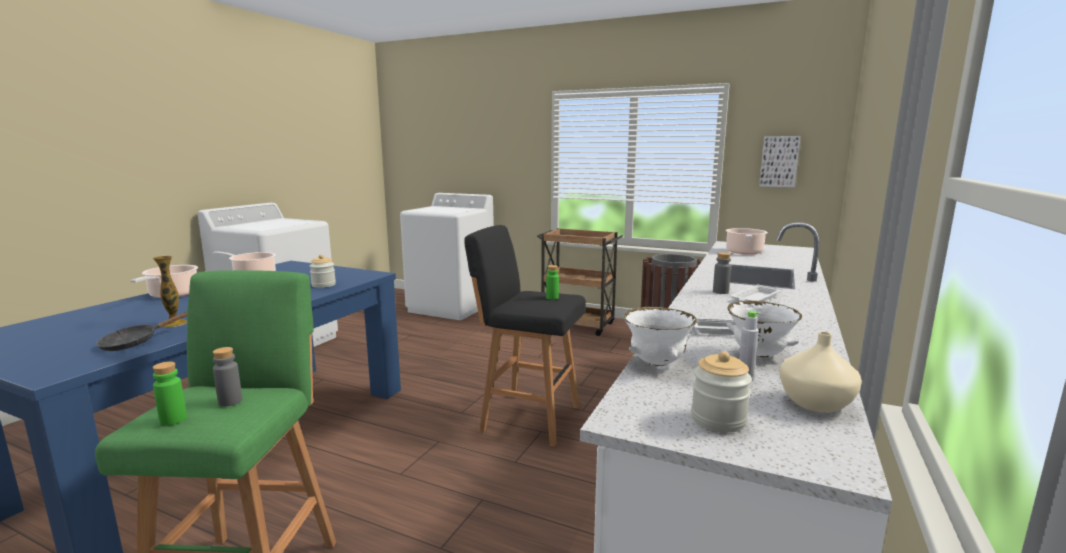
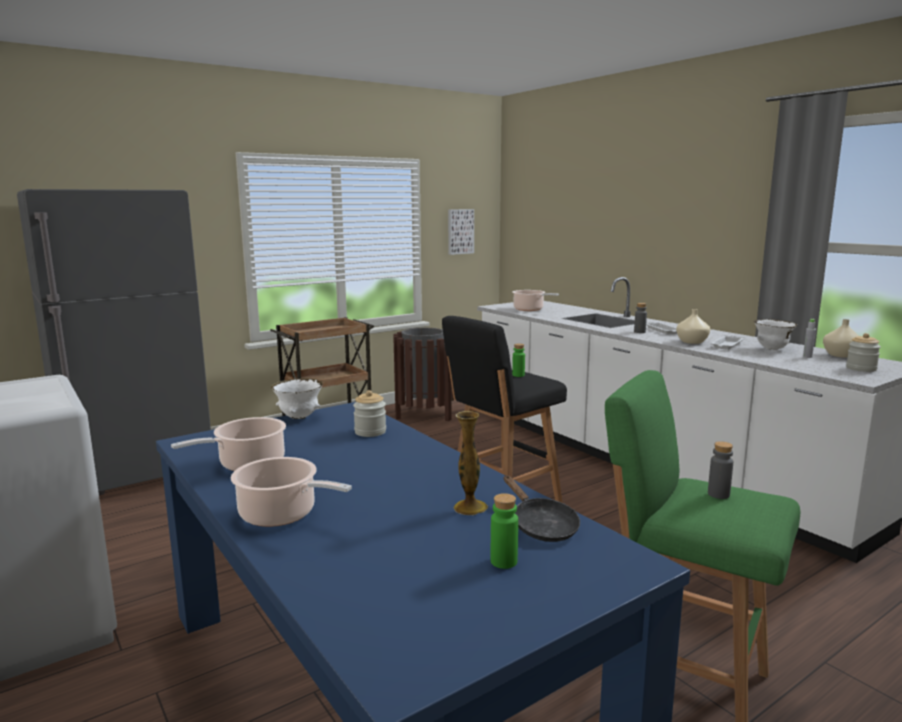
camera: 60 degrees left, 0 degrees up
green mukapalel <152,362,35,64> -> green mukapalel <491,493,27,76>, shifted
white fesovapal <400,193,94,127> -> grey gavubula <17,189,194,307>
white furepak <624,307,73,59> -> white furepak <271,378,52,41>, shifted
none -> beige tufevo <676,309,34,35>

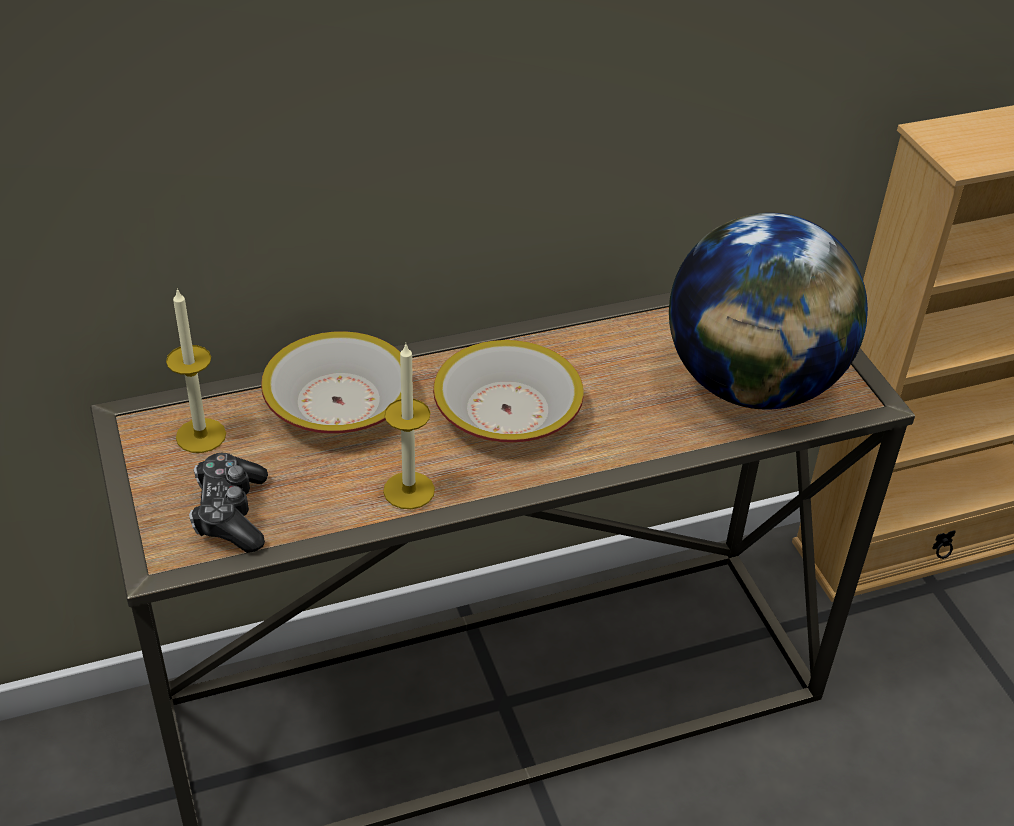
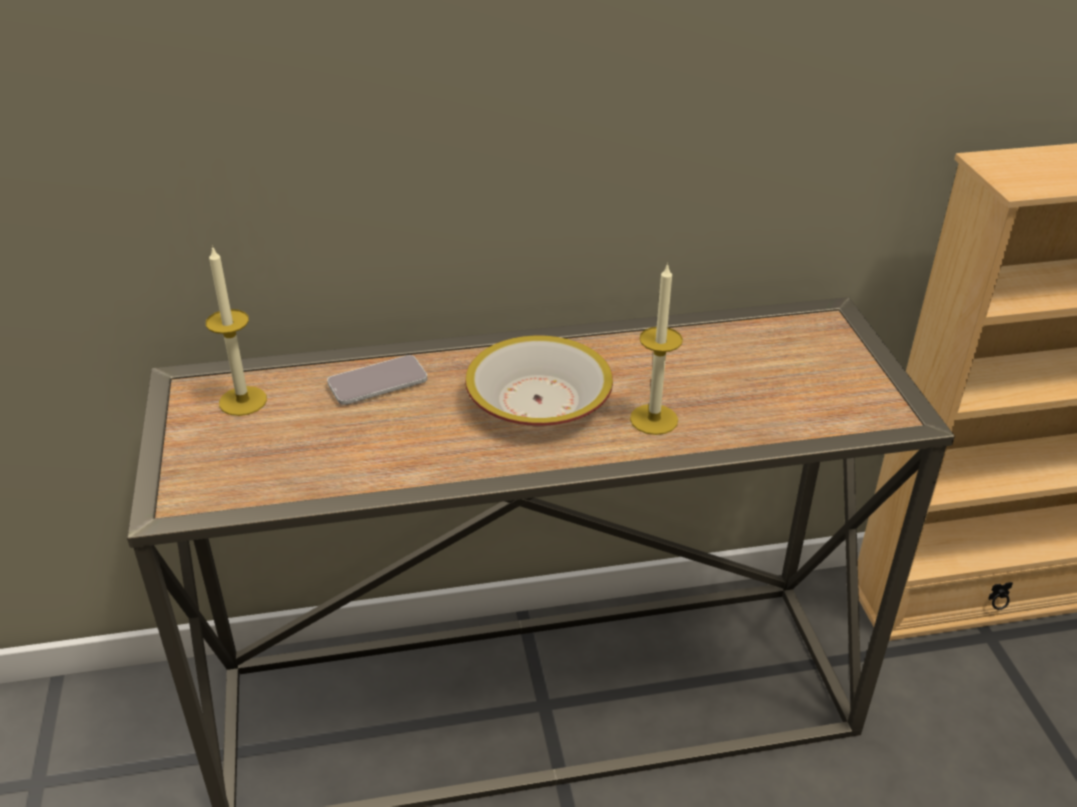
camera: 10 degrees right, 5 degrees down
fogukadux <189,453,79,100> -> none
furepak <261,331,152,103> -> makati <327,355,100,50>
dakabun <383,342,52,167> -> dakabun <630,263,53,172>, shifted
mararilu <669,213,199,196> -> none

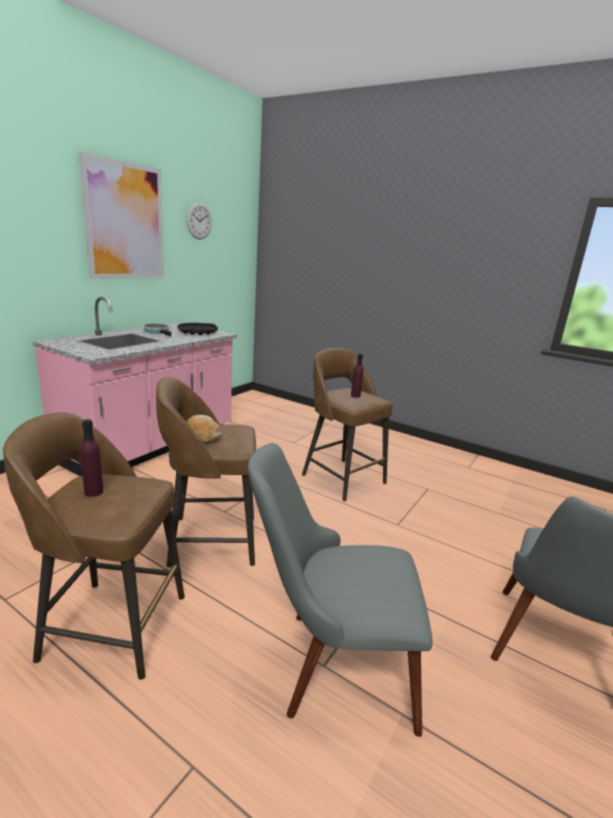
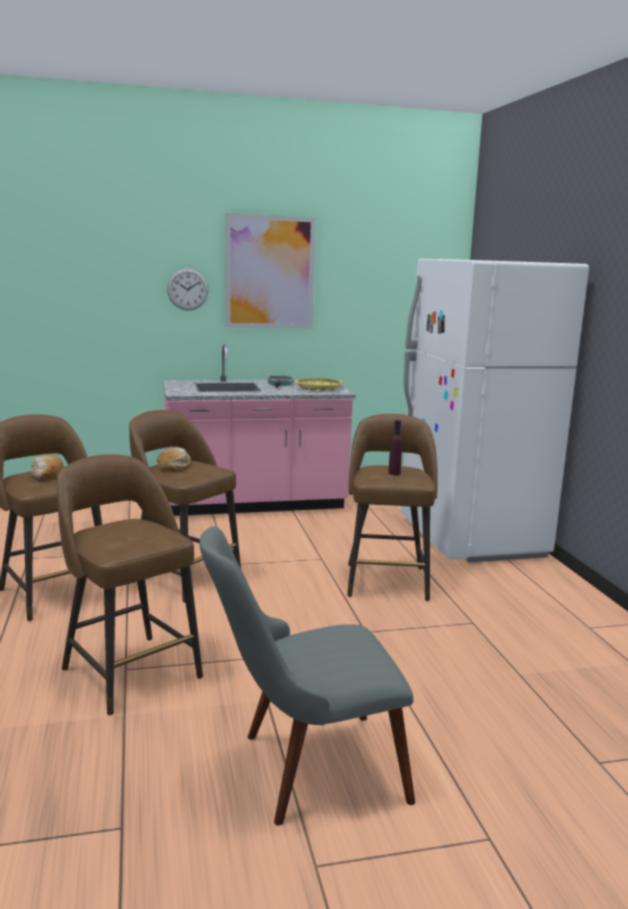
camera: 45 degrees right, 5 degrees down
purple mukapalel <80,419,23,78> -> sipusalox <29,454,34,25>
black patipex <177,323,41,12> -> yellow patipex <294,378,50,13>
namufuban <186,203,26,37> -> namufuban <167,268,42,43>, shifted
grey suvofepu <248,443,184,294> -> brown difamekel <57,454,146,261>
none -> white gavubula <401,259,188,303>

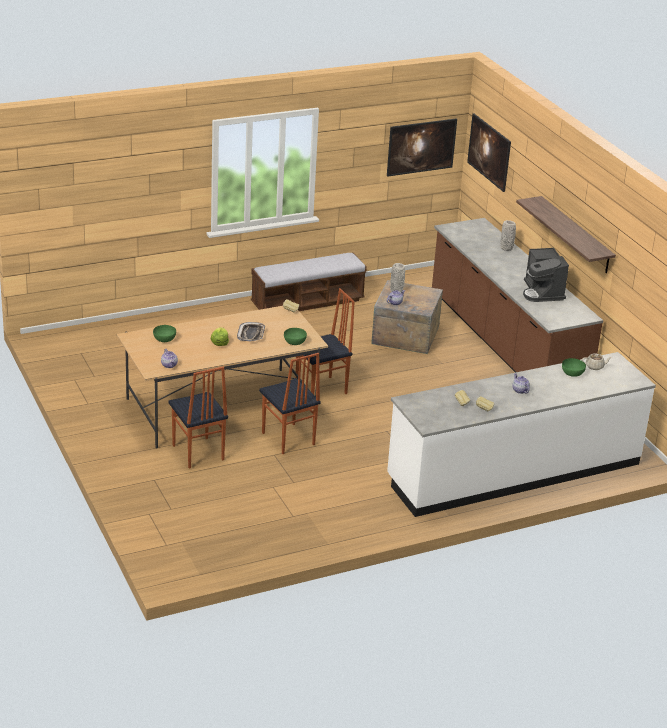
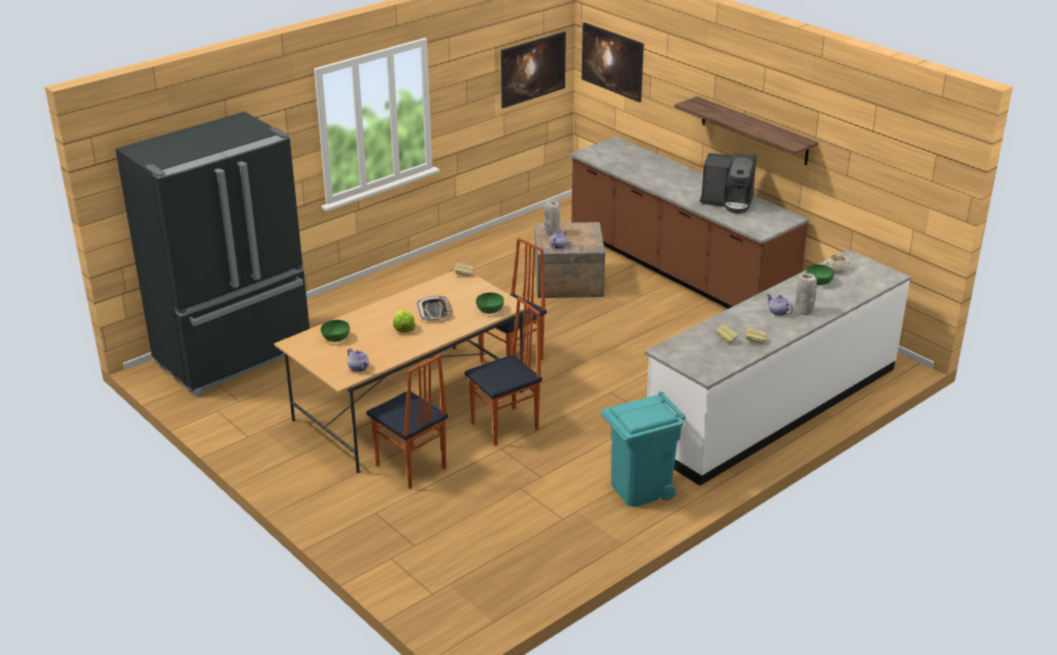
camera: 15 degrees left, 0 degrees up
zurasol <251,252,116,59> -> none
suvofepu <259,353,62,101> -> suvofepu <465,297,77,149>, 75 degrees counterclockwise
grey tufevo <500,220,16,31> -> grey tufevo <795,273,22,42>, shifted
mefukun <523,248,46,54> -> mefukun <700,153,57,61>, 45 degrees counterclockwise
none -> black gavubula <115,111,195,286>
none -> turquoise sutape <601,391,85,116>

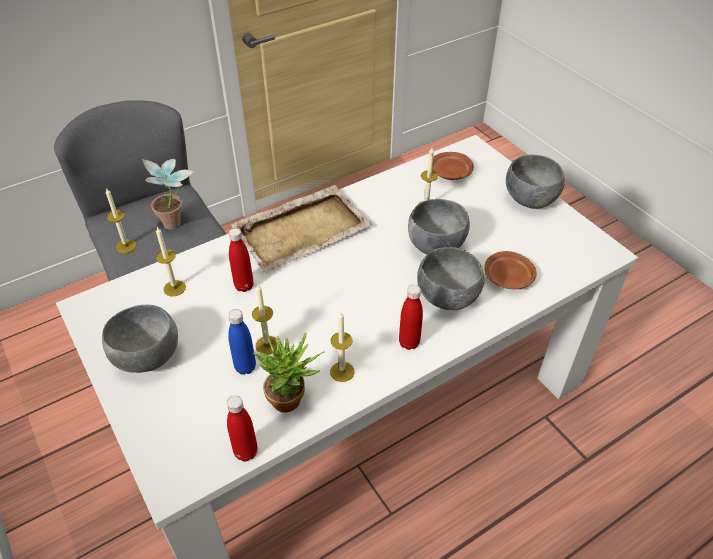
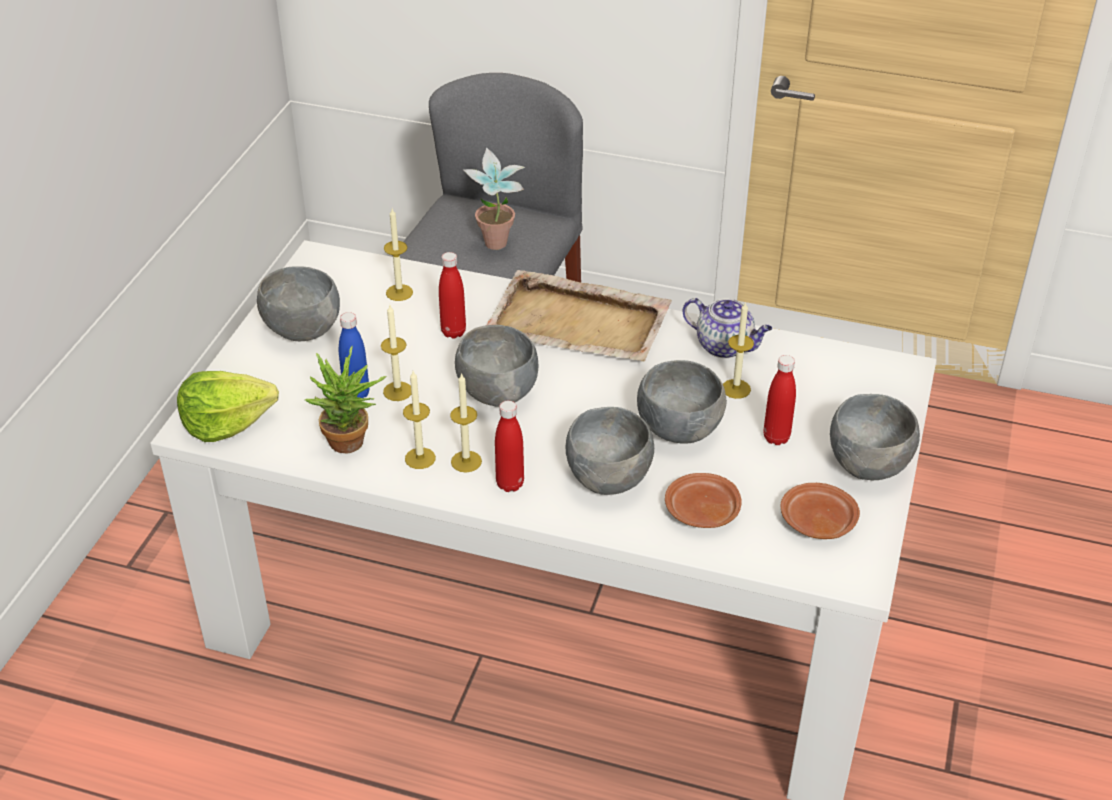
camera: 50 degrees right, 5 degrees down
dakabun <106,189,30,64> -> dakabun <450,373,32,100>, shifted
red mukapalel <227,396,31,66> -> red mukapalel <763,355,33,90>, shifted
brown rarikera <432,152,42,28> -> brown rarikera <781,483,79,56>, shifted
none -> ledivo <177,371,102,71>
none -> grey furepak <455,325,84,81>
none -> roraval <683,298,89,60>

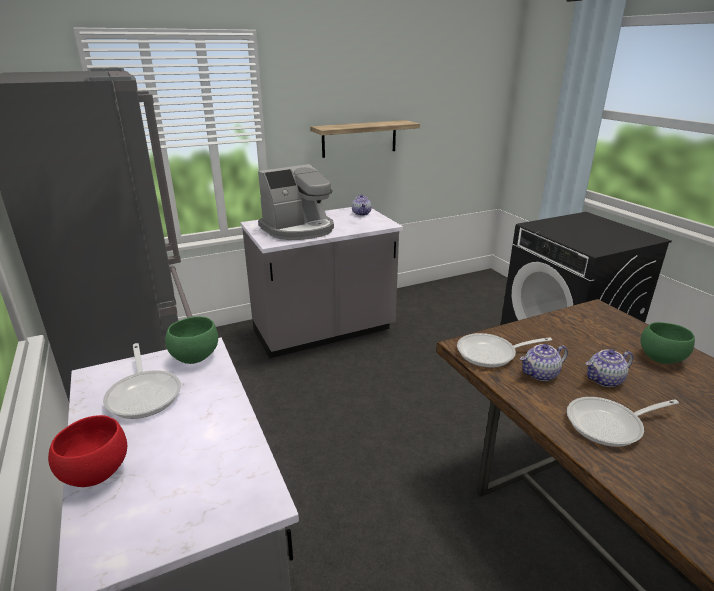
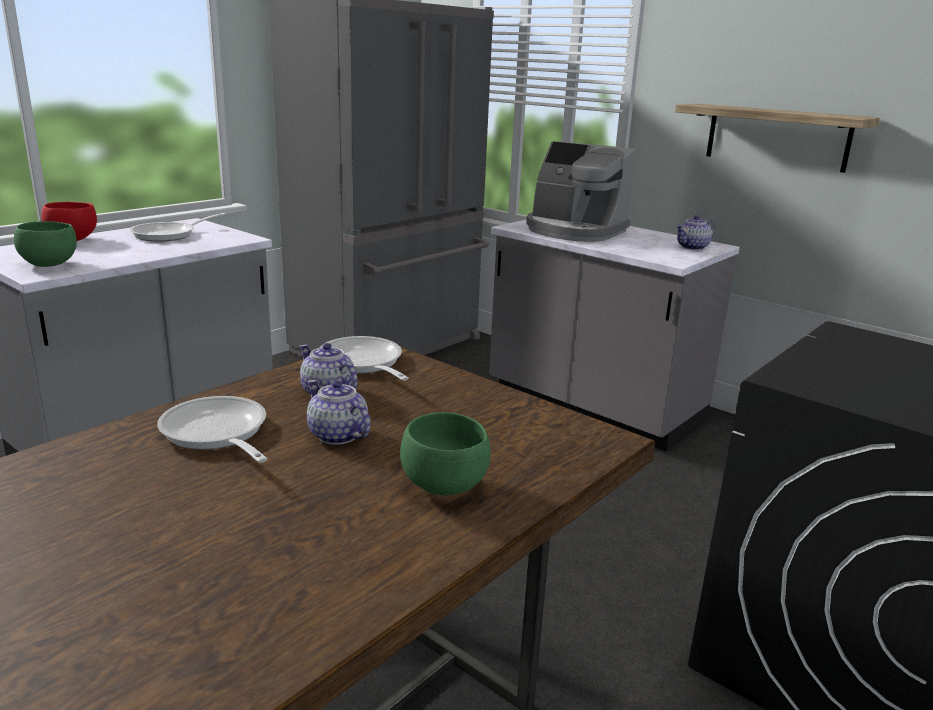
camera: 65 degrees right, 5 degrees down
green furepak <165,316,53,48> -> green furepak <14,221,63,46>, shifted

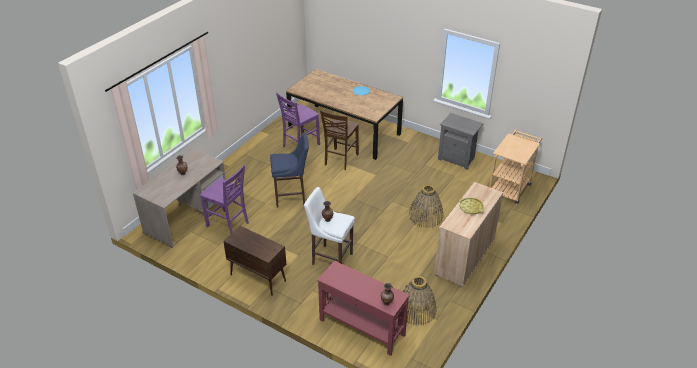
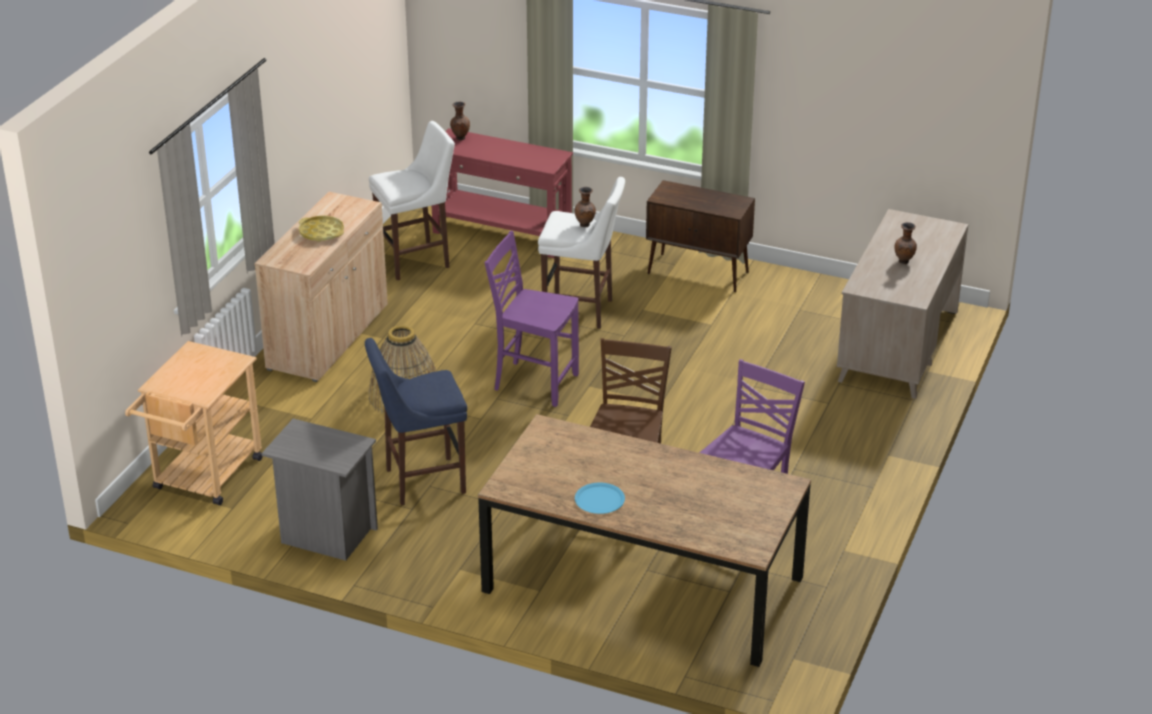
camera: 170 degrees right, 5 degrees down
purple suvofepu <200,165,49,69> -> purple suvofepu <485,231,94,176>, shifted
blue difamekel <270,133,39,74> -> blue difamekel <365,338,102,168>, shifted
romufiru <402,276,34,50> -> white difamekel <369,121,86,159>

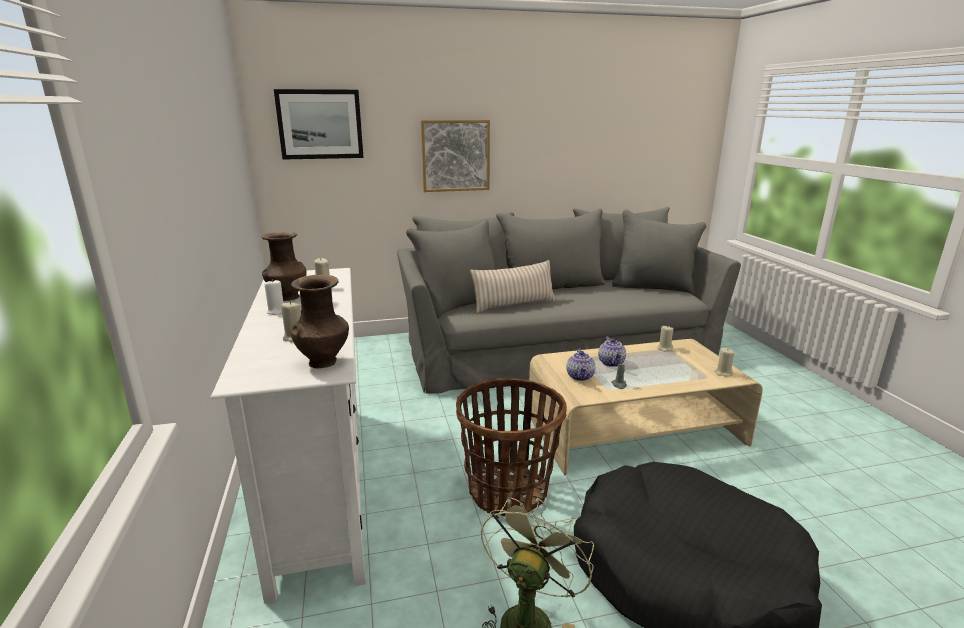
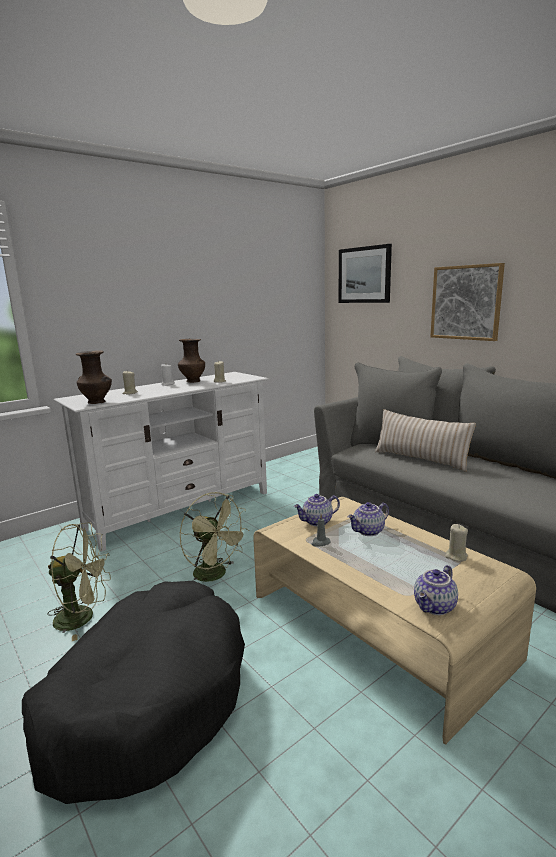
camera: 65 degrees right, 5 degrees down
romufiru <456,378,111,138> -> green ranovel <180,492,69,92>
beige dakabun <715,348,20,29> -> roraval <414,565,44,50>

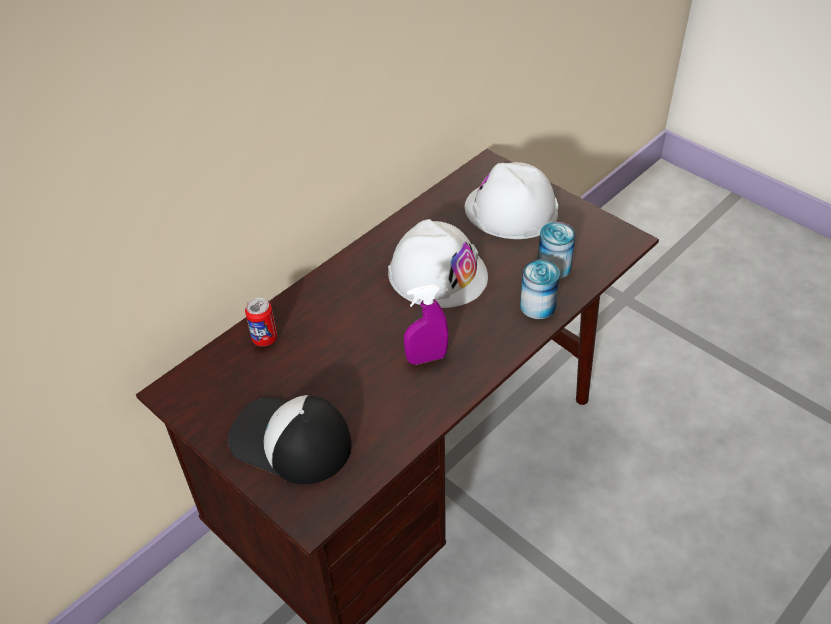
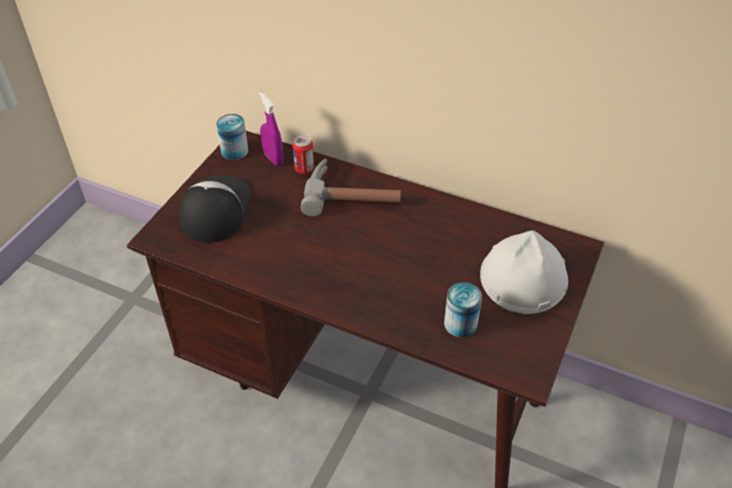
camera: 70 degrees right, 0 degrees up
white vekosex <388,219,100,89> -> none
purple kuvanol <404,285,45,80> -> purple kuvanol <259,91,25,75>, shifted
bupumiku <520,260,40,59> -> bupumiku <216,114,32,46>, shifted
none -> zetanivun <301,158,100,59>

